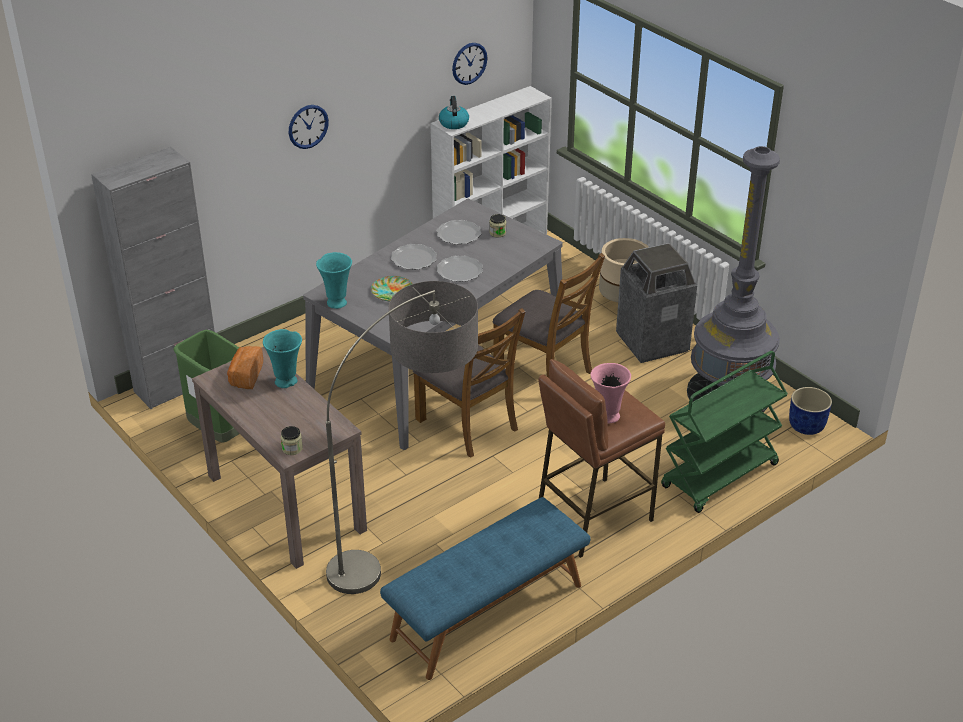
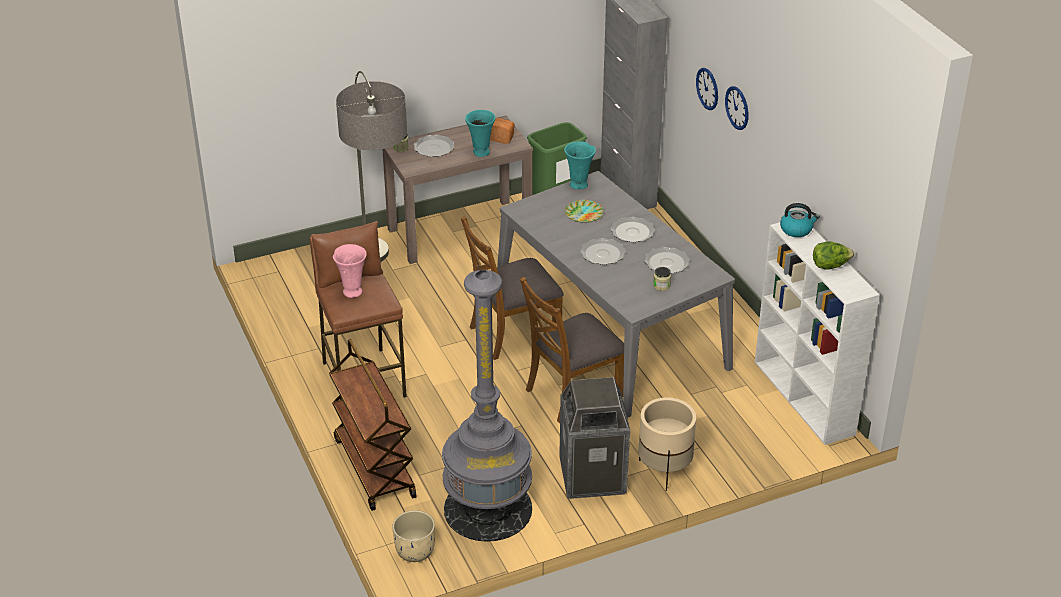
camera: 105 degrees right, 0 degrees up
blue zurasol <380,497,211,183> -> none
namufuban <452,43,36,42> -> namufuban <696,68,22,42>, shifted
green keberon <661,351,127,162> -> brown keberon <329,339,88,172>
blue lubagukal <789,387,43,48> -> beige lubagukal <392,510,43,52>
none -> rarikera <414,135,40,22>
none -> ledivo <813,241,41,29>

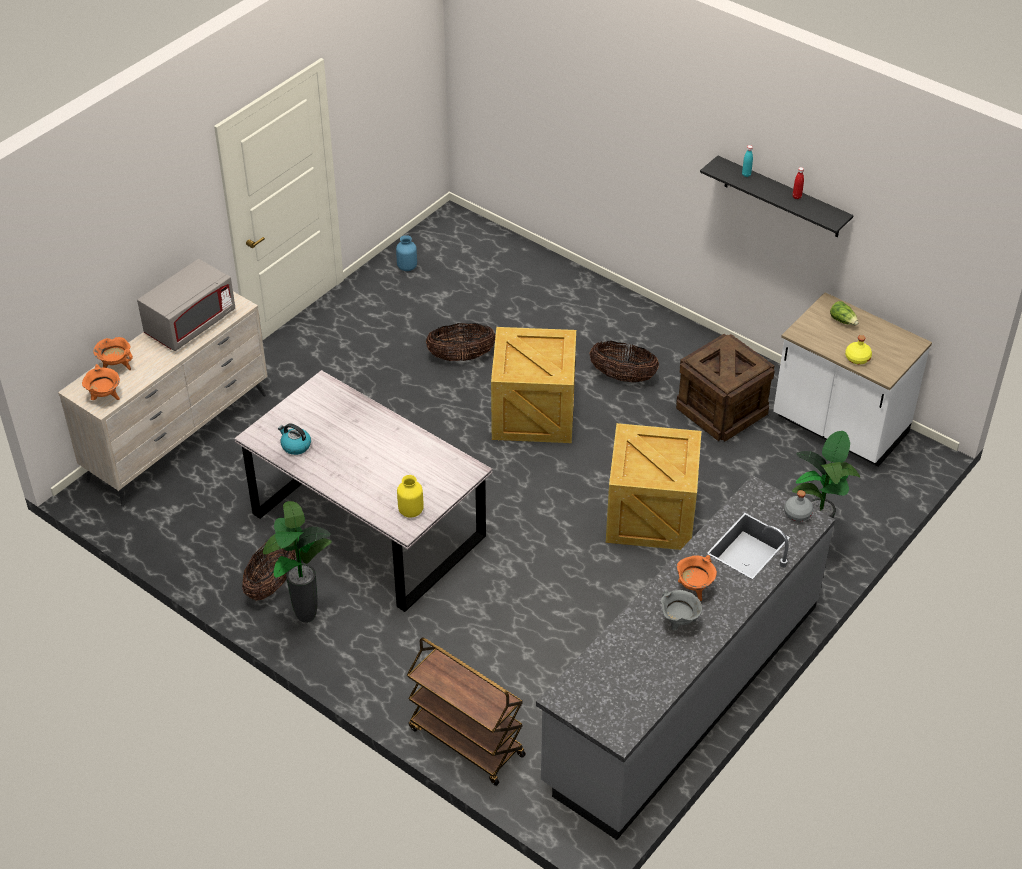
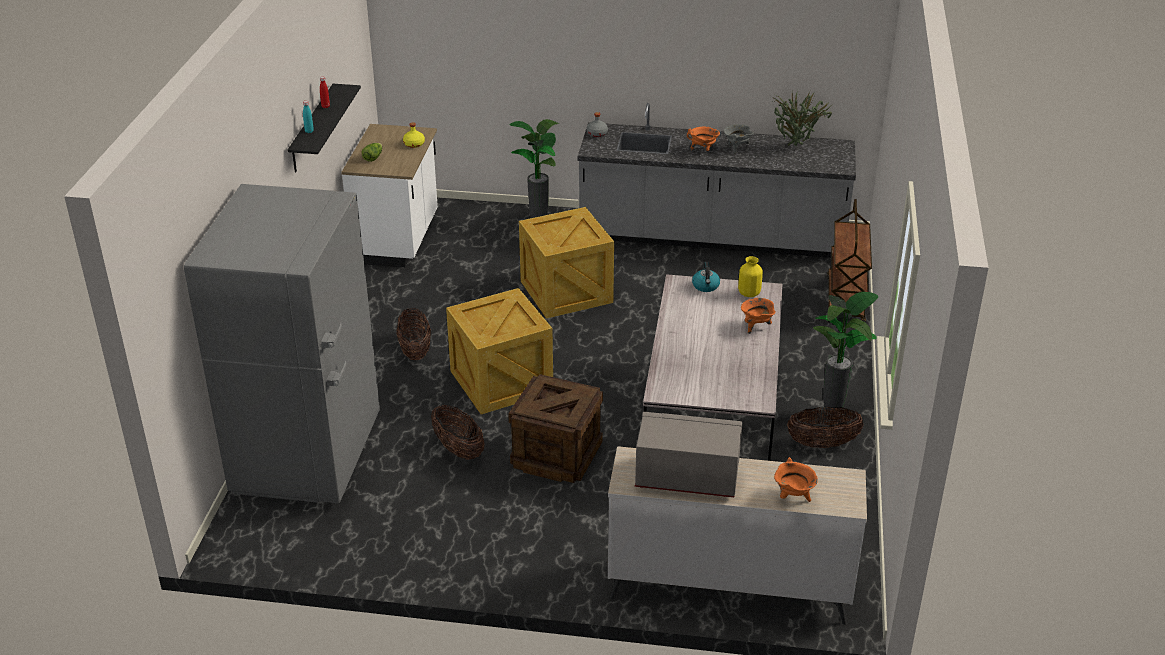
camera: 120 degrees left, 10 degrees down
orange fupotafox <82,364,38,36> -> orange fupotafox <741,298,35,36>, shifted
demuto <278,424,33,31> -> demuto <692,262,28,30>, shifted
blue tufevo <396,235,21,36> -> none
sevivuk <676,334,99,107> -> sevivuk <508,374,95,109>, shifted
none -> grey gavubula <184,184,196,319>
none -> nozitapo <772,90,60,56>

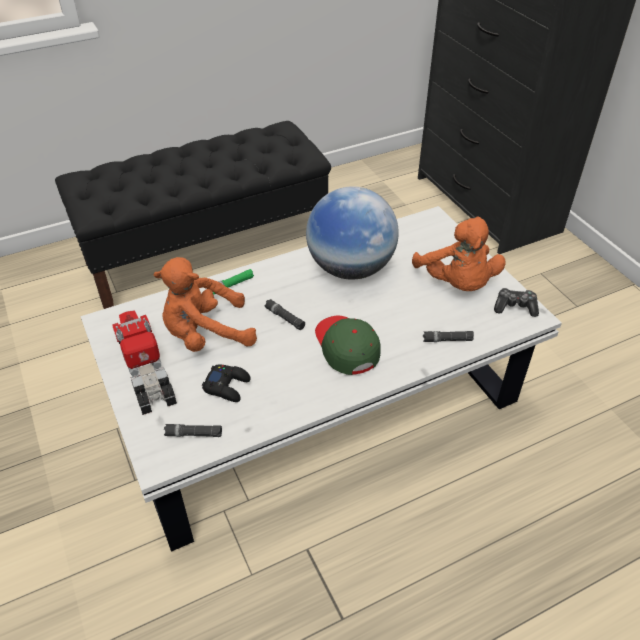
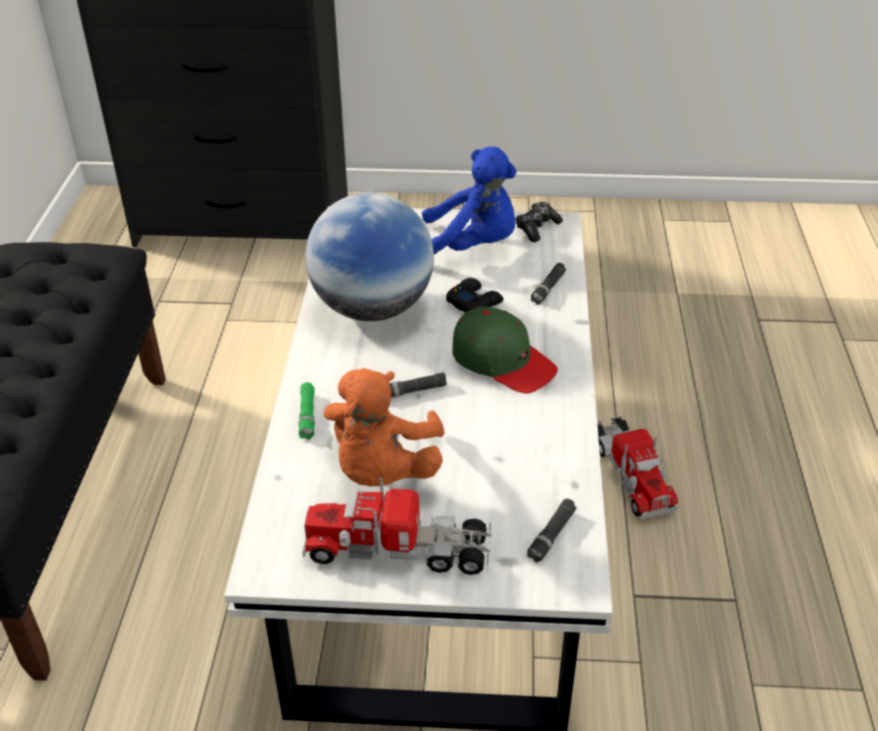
camera: 60 degrees left, 5 degrees down
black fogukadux <202,364,49,38> -> black fogukadux <446,278,57,35>, shifted
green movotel <315,316,66,59> -> green movotel <452,306,106,88>, 150 degrees counterclockwise
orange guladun <412,217,94,74> -> blue guladun <422,147,94,107>
none -> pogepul <597,416,81,103>

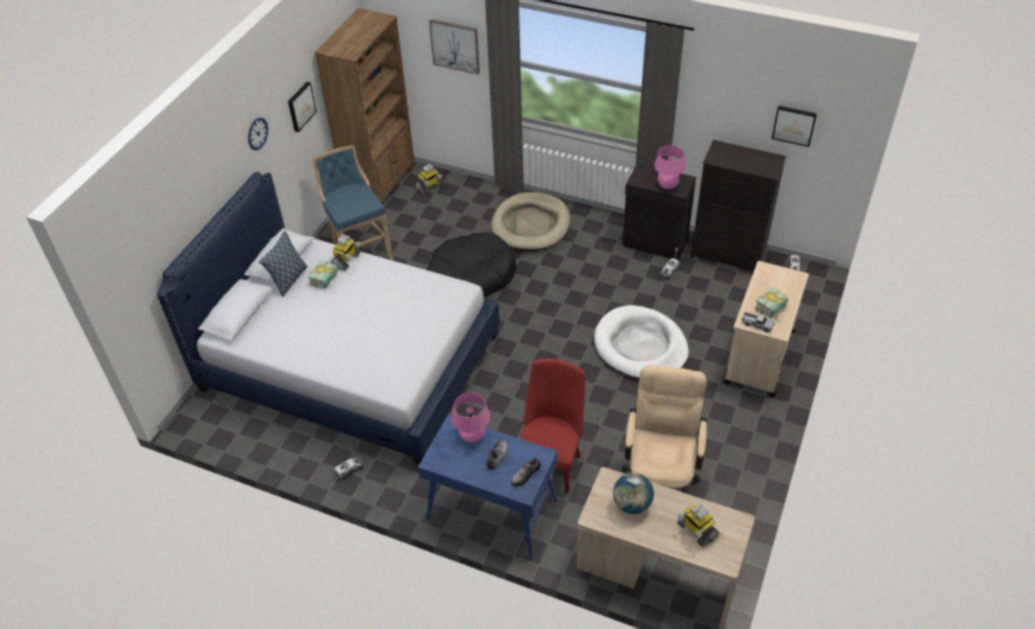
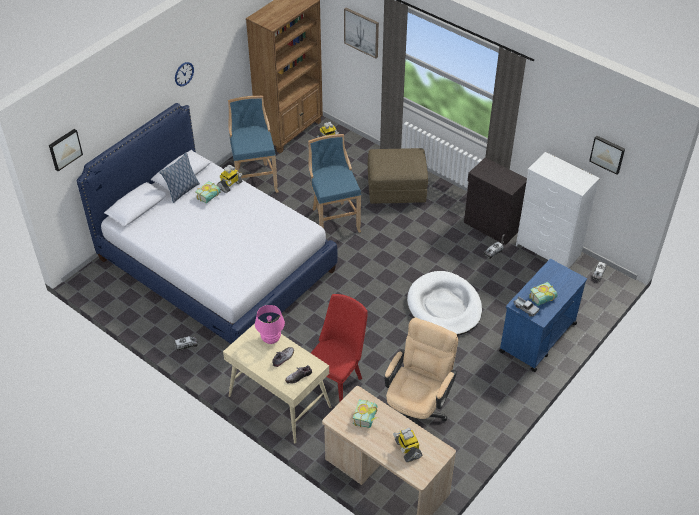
camera: 15 degrees right, 0 degrees up
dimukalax <288,82,29,50> -> dimukalax <49,129,34,42>, shifted
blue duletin <418,415,140,144> -> beige duletin <223,320,108,123>
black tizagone <428,232,89,65> -> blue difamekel <308,134,53,99>
beige tizagone <491,192,79,59> -> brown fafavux <368,148,60,56>
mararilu <613,473,41,41> -> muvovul <353,399,25,29>
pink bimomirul <654,145,32,45> -> none
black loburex <691,140,95,131> -> white loburex <516,152,84,116>
beige keberon <724,261,85,136> -> blue keberon <499,259,88,113>

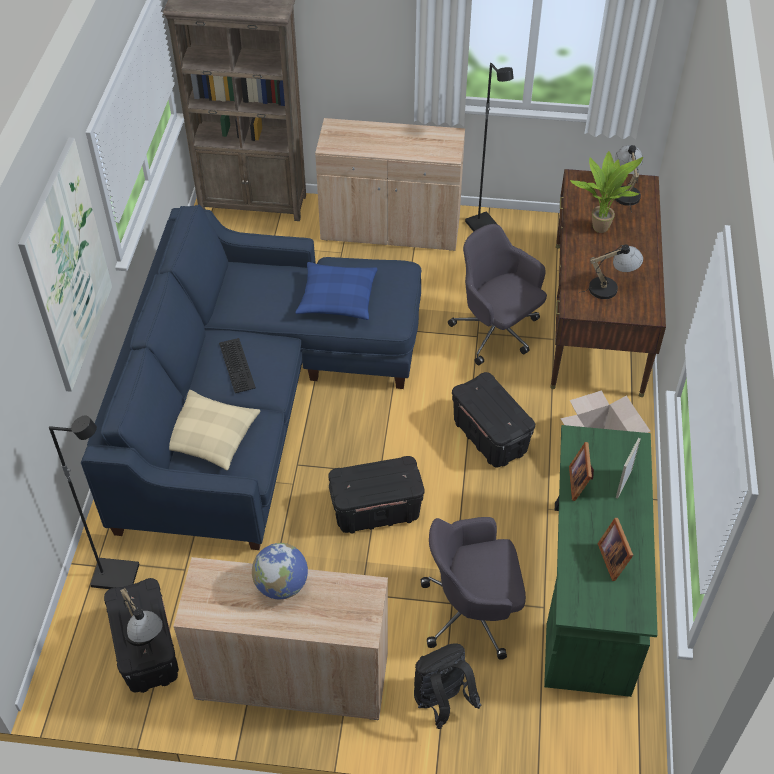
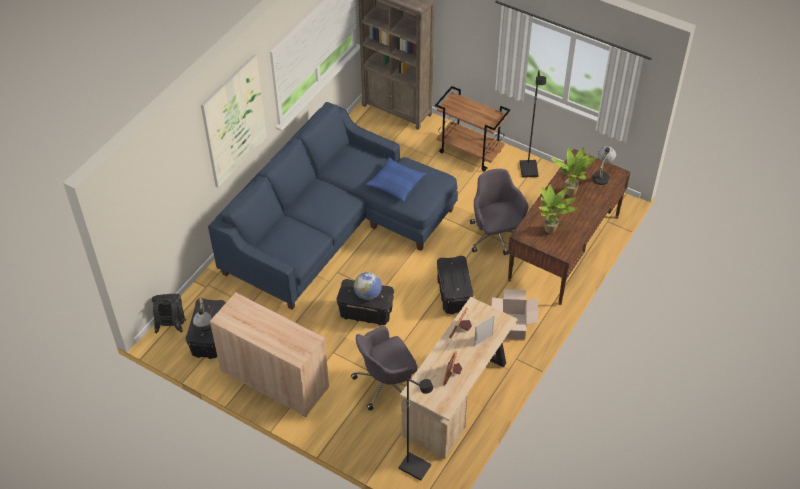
camera: 25 degrees right, 0 degrees up
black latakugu <49,415,90,174> -> black latakugu <398,378,35,103>, shifted
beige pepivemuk <169,390,91,80> -> none
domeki <219,338,37,55> -> none
mararilu <252,543,56,56> -> mararilu <354,272,28,28>, shifted
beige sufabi <315,118,150,133> -> brown keberon <435,86,75,86>
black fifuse <414,643,67,86> -> black fifuse <152,294,34,39>, shifted
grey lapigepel <421,517,105,143> -> grey lapigepel <351,326,66,85>, 45 degrees counterclockwise
green duletin <544,425,114,272> -> beige duletin <400,297,118,162>
bimomirul <579,245,64,54> -> nozitapo <539,184,39,50>

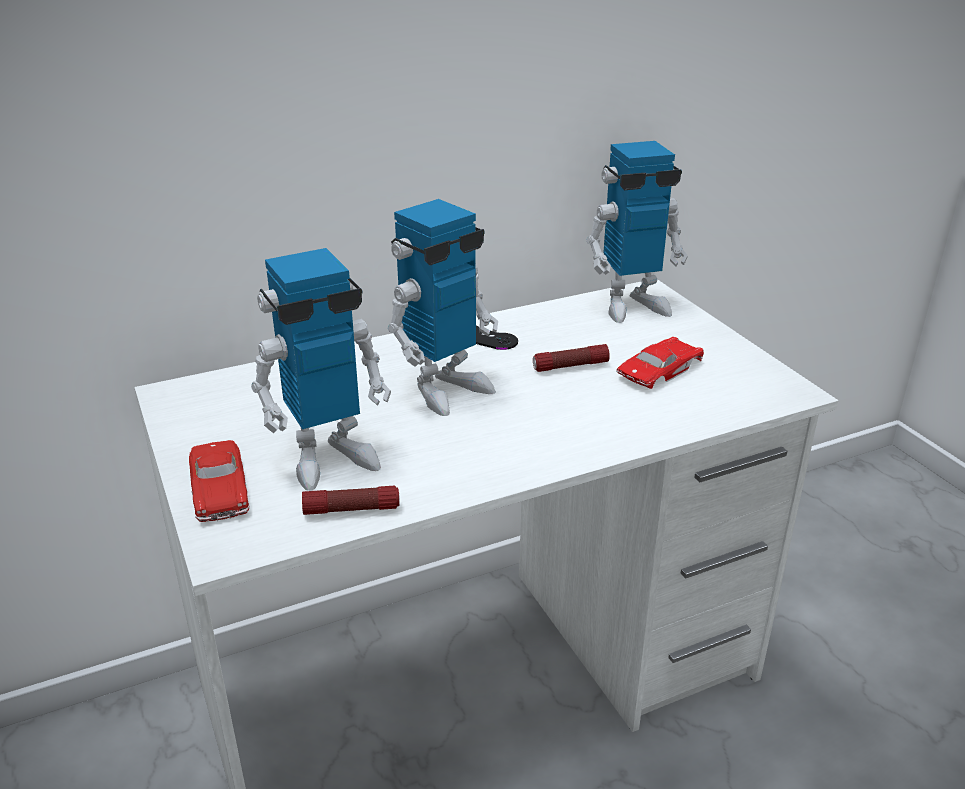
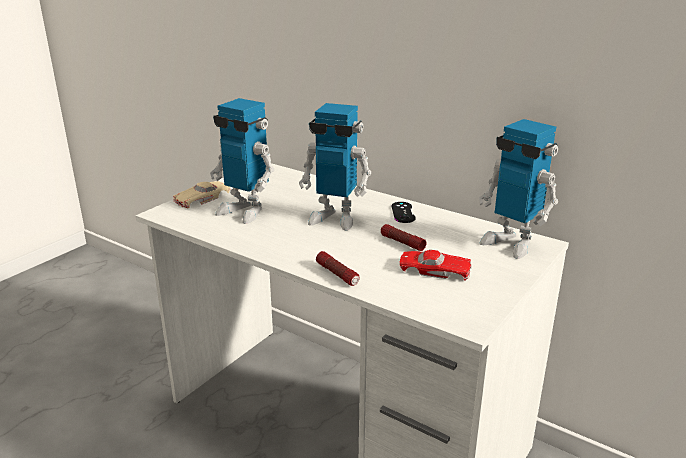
camera: 60 degrees right, 5 degrees down
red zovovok <189,440,61,82> -> beige zovovok <173,181,58,28>
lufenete <302,486,98,29> -> lufenete <316,251,43,35>, shifted

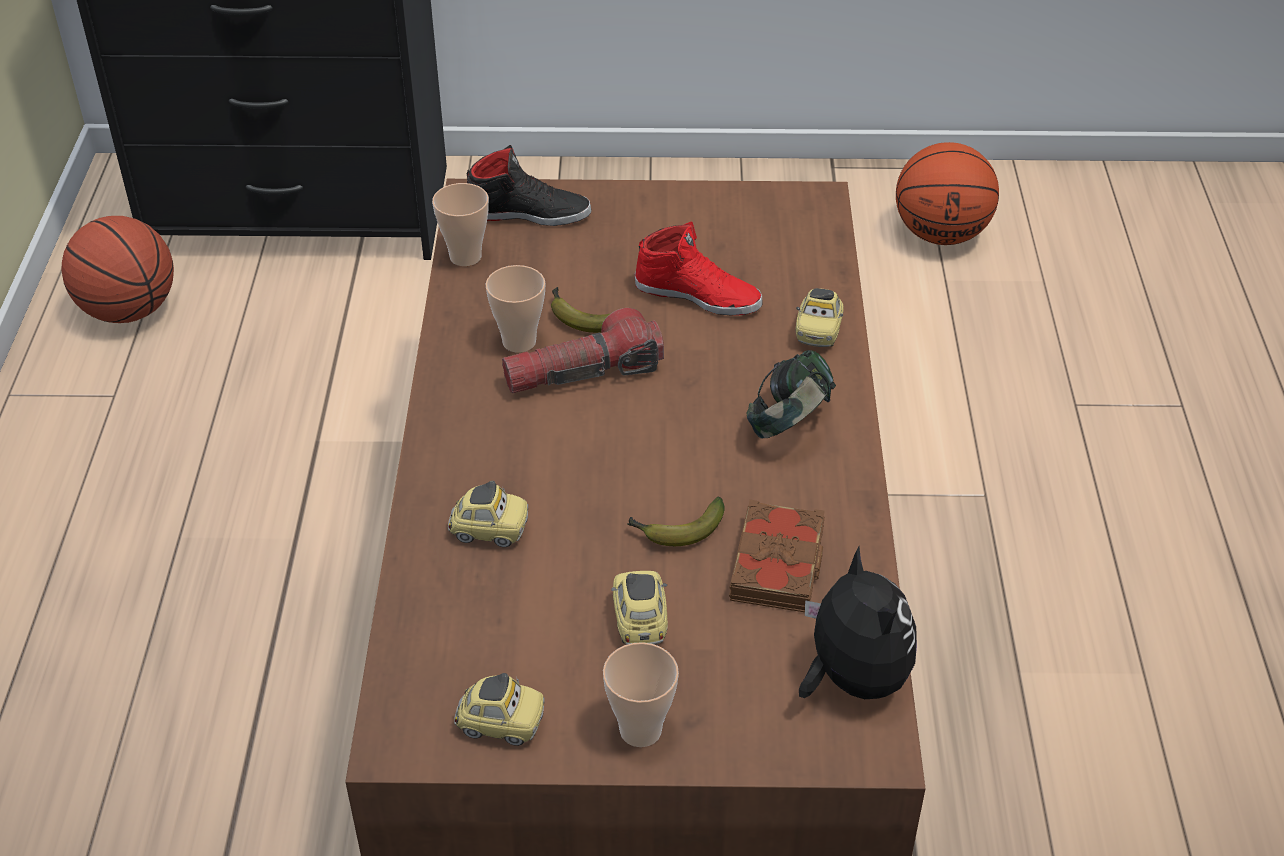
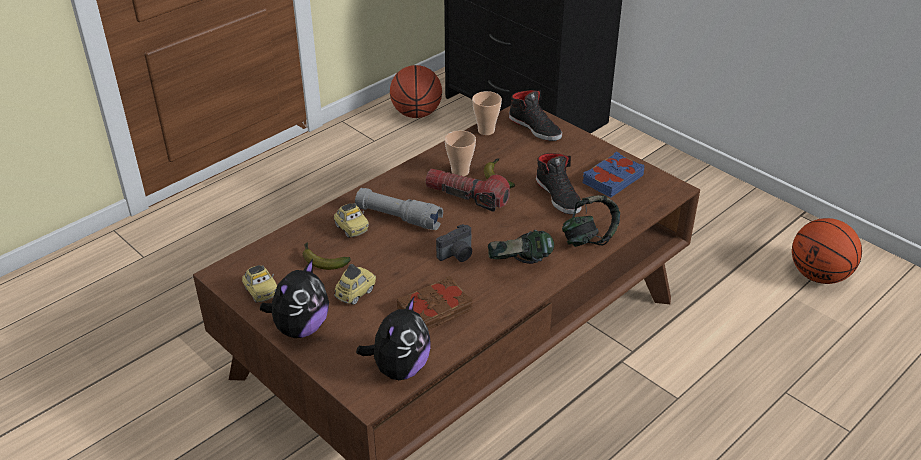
camera: 45 degrees right, 5 degrees down
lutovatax <603,642,76,105> -> guladun <260,259,69,79>
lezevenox <627,497,98,49> -> lezevenox <303,242,48,28>, shifted
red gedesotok <635,222,127,93> -> black gedesotok <536,153,46,62>
zovovok <796,288,48,59> -> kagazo <562,195,58,52>
none -> grey lufenete <355,188,88,42>
none -> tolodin <436,224,36,38>
none -> blue muvovul <583,152,62,46>

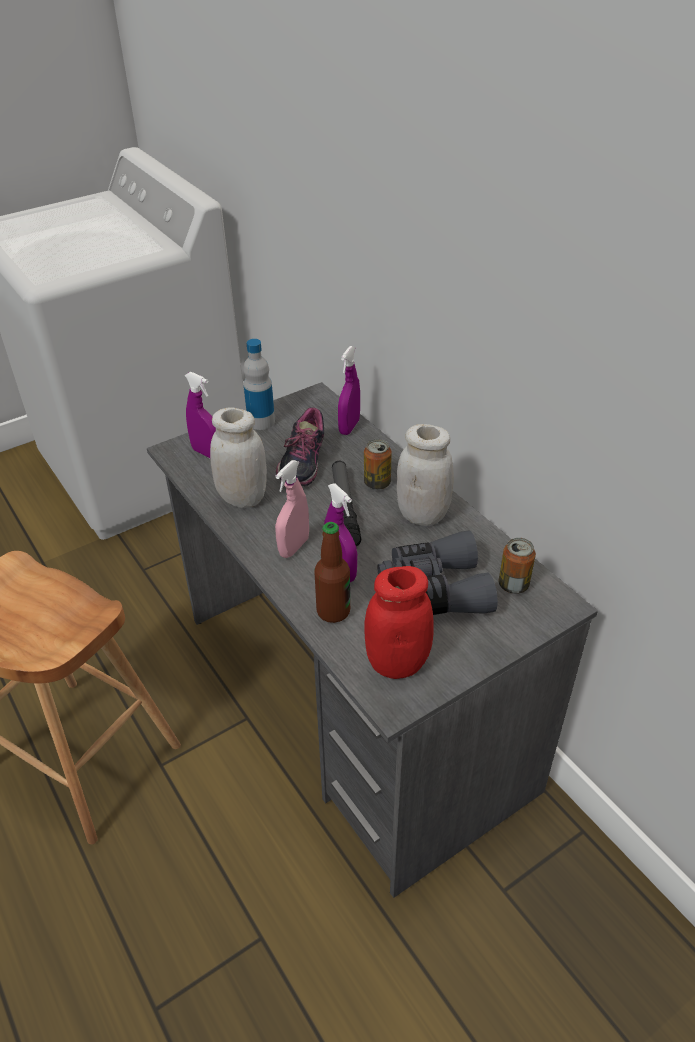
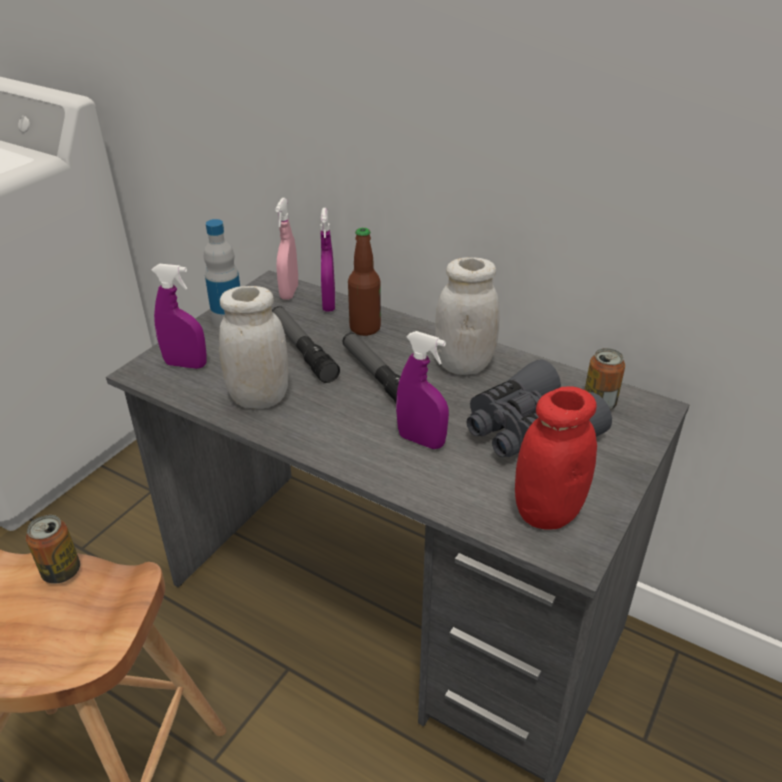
camera: 25 degrees left, 5 degrees down
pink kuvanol <275,460,34,98> -> pink kuvanol <275,198,23,102>, shifted
gedesotok <276,407,48,79> -> lufenete <272,306,68,77>
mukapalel <314,522,36,101> -> mukapalel <348,228,33,108>, shifted
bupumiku <364,439,28,51> -> bupumiku <26,515,54,69>, shifted

